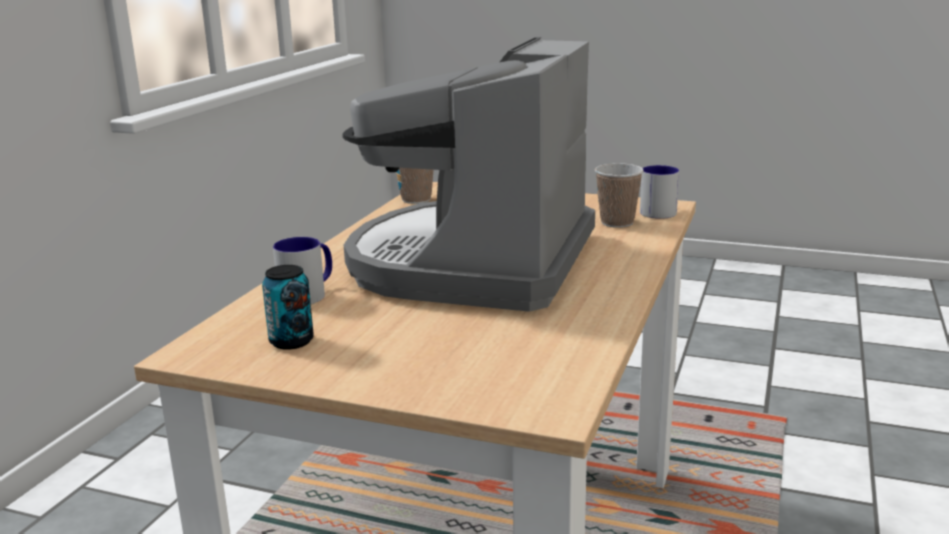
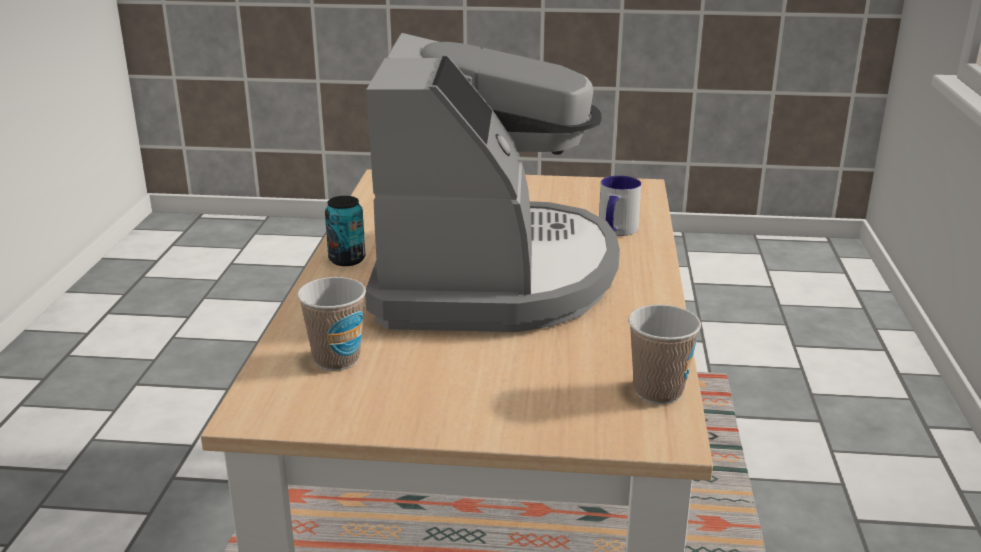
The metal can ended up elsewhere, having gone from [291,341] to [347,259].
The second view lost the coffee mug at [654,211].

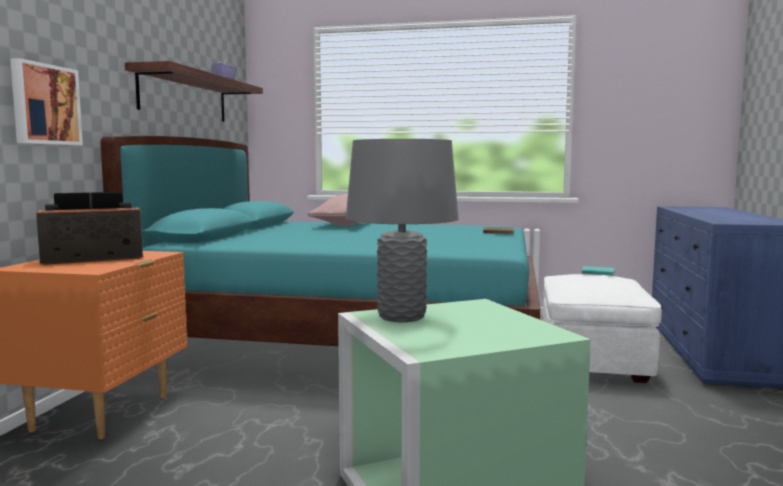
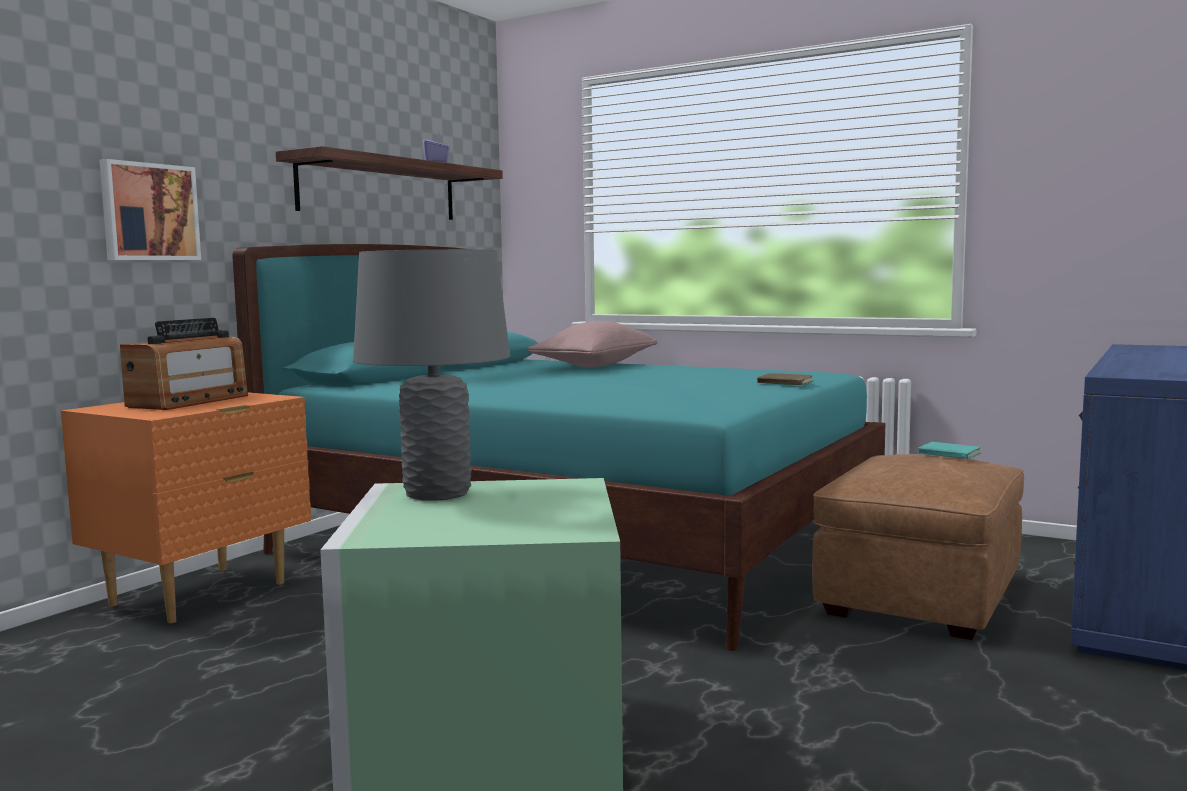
The radio at [93,258] ended up facing another way, 120 degrees clockwise from before.
What was the footrest/whitish at [592,360] turned into the footrest/brownish at [919,597].

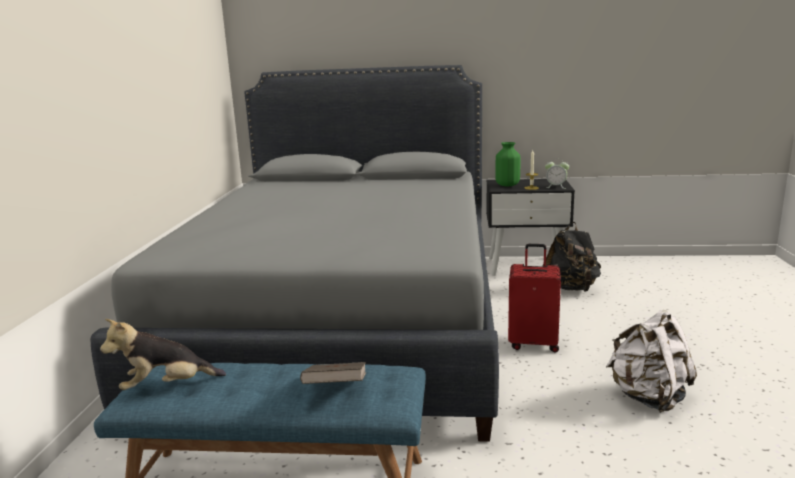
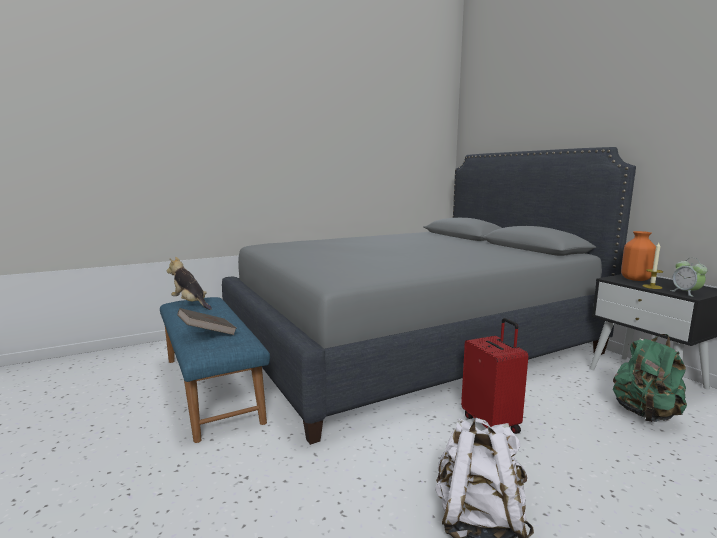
What was the vase/green at [507,185] turned into the vase/orange-coloured at [636,279].
What was the rucksack/blackish at [570,289] turned into the rucksack/green at [645,414].

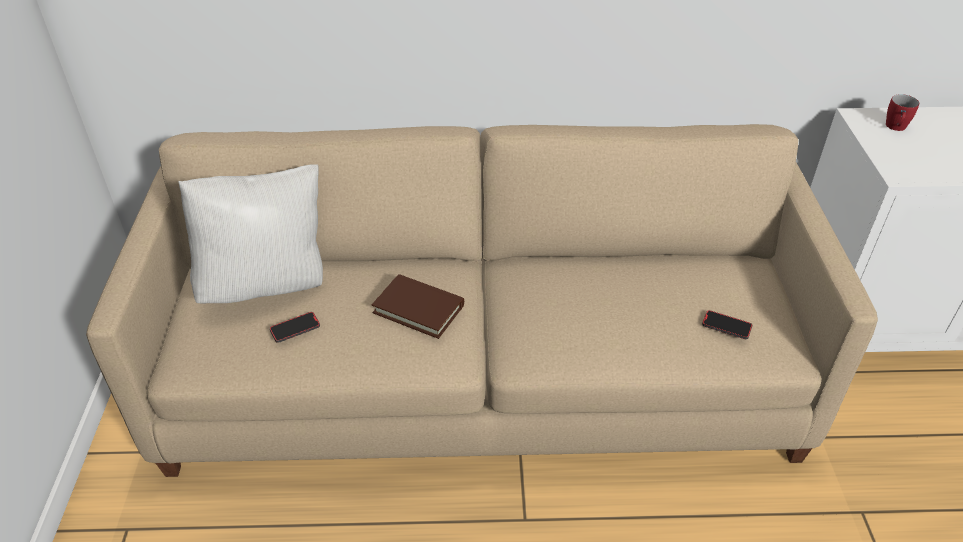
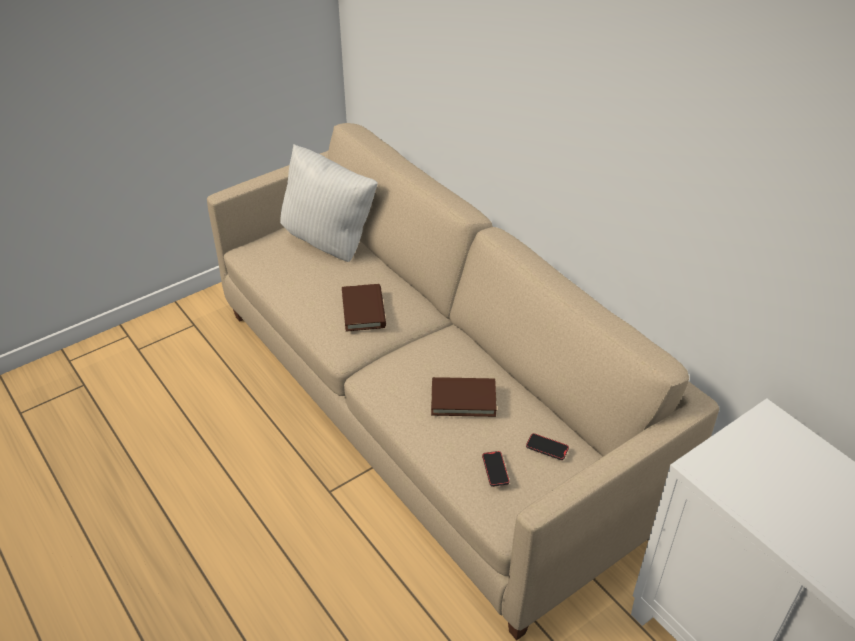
The handset ended up elsewhere, having gone from [295,328] to [547,448].
The second view lost the coffee mug/reddish at [895,128].
The second view gained the volume/brownish at [463,399].

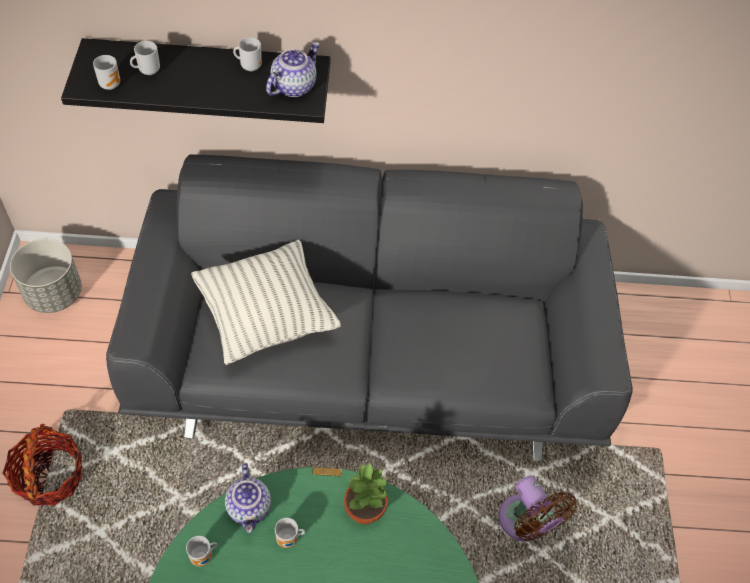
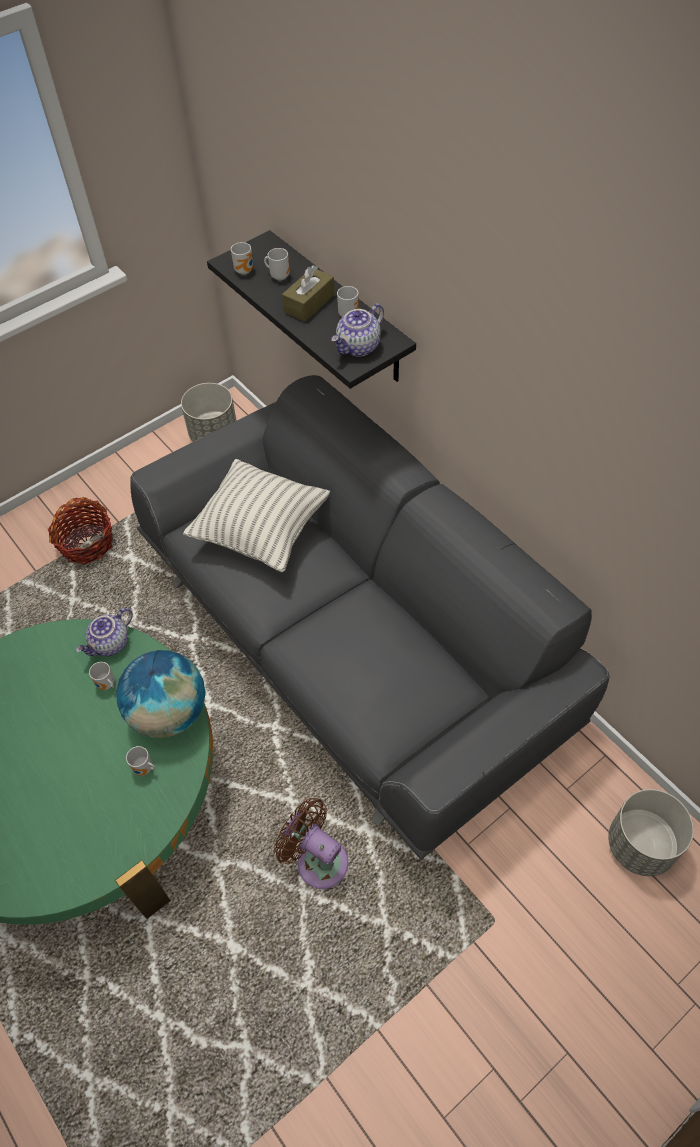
The coffee mug ended up elsewhere, having gone from [203,557] to [144,769].
The teapot at [293,86] ended up facing another way, 135 degrees clockwise from before.
Where the plant in a pot stood at [364,510], the world globe came to stand at [169,713].
The electric fan/brownish at [525,524] ended up facing another way, 105 degrees clockwise from before.
The second view gained the box of tissues/brownish at [309,303].
The second view gained the flower pot/gray at [640,845].

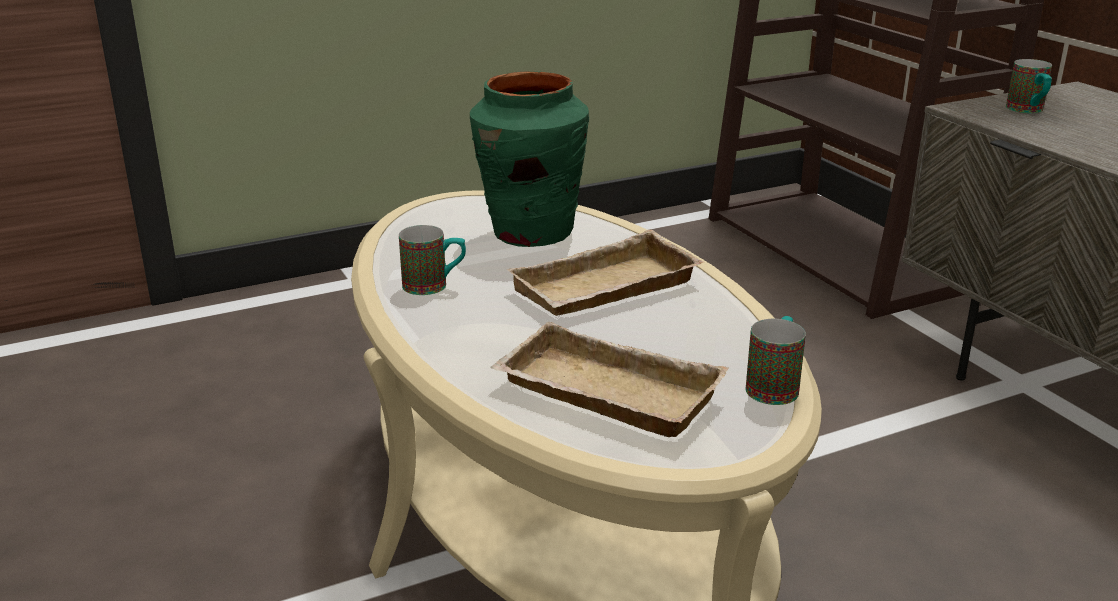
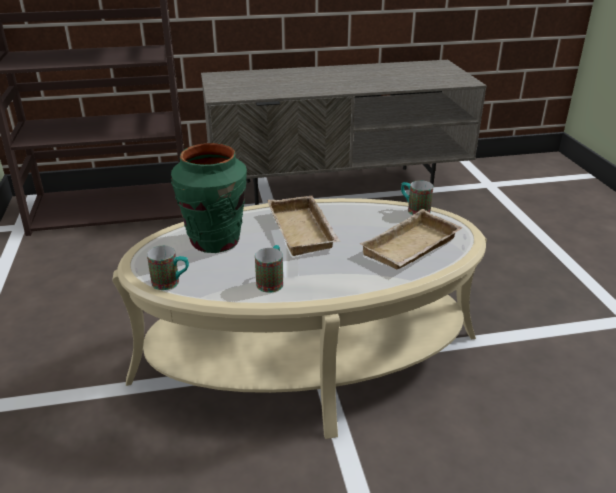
The coffee mug ended up elsewhere, having gone from [1028,111] to [171,283].

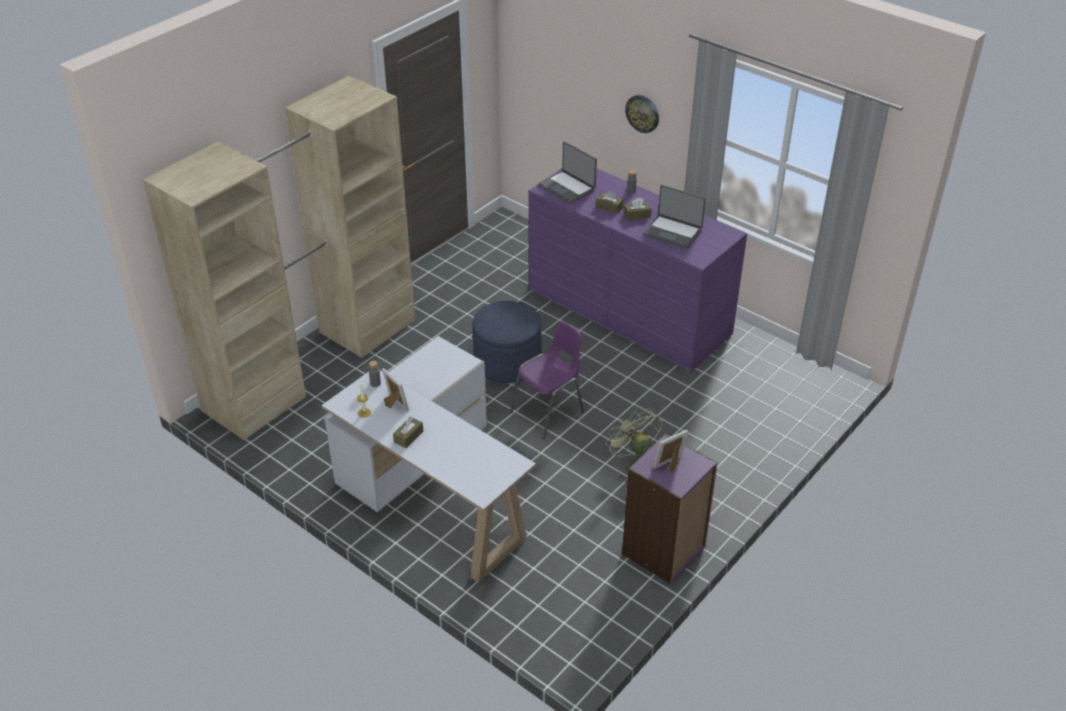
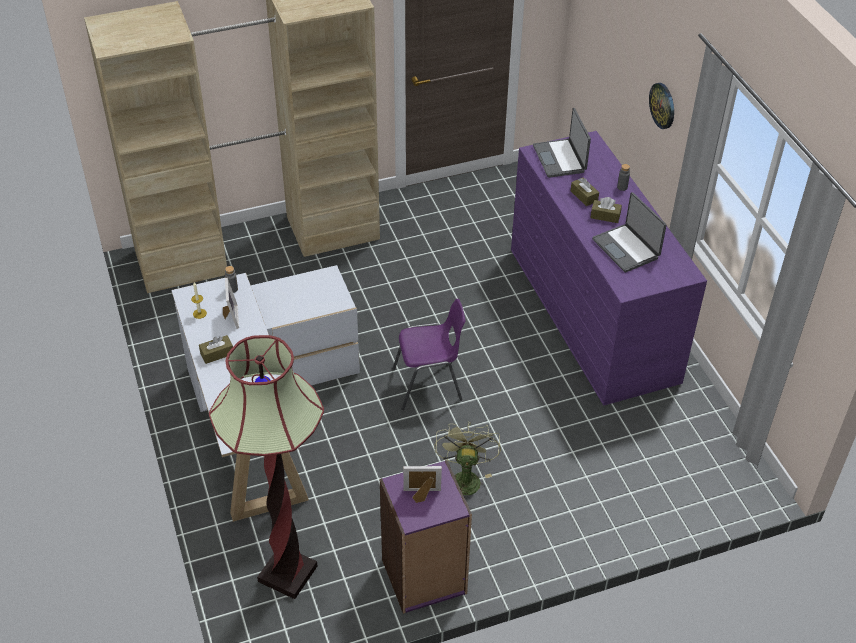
The second view lost the footrest/blue at [507,362].
The second view gained the standard lamp at [287,573].

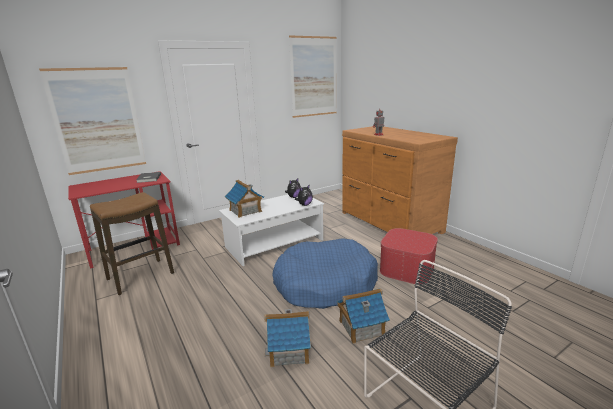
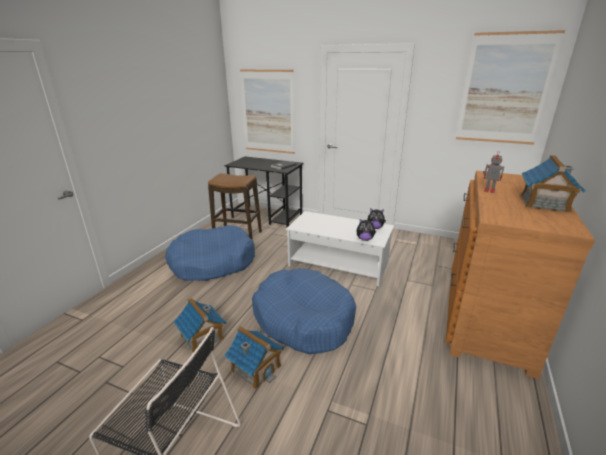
What was the desk table/reddish at [135,247] turned into the desk table/blackish at [267,216].
The toy house ended up elsewhere, having gone from [245,211] to [544,203].
The second view lost the footrest at [406,268].
The second view gained the dog bed/blue at [212,262].

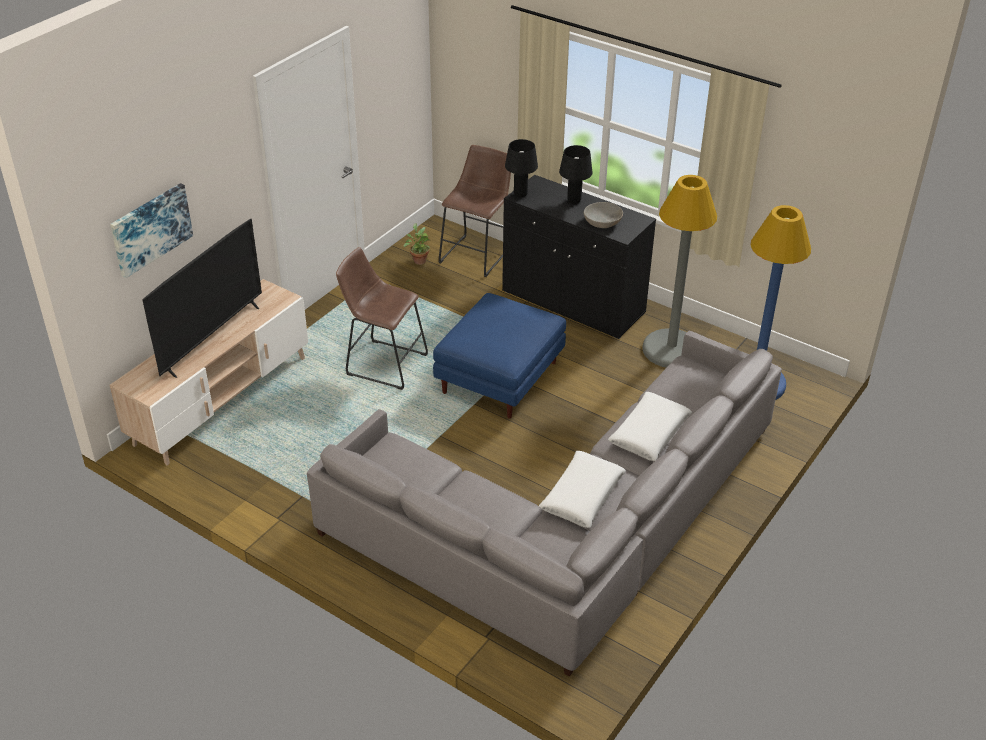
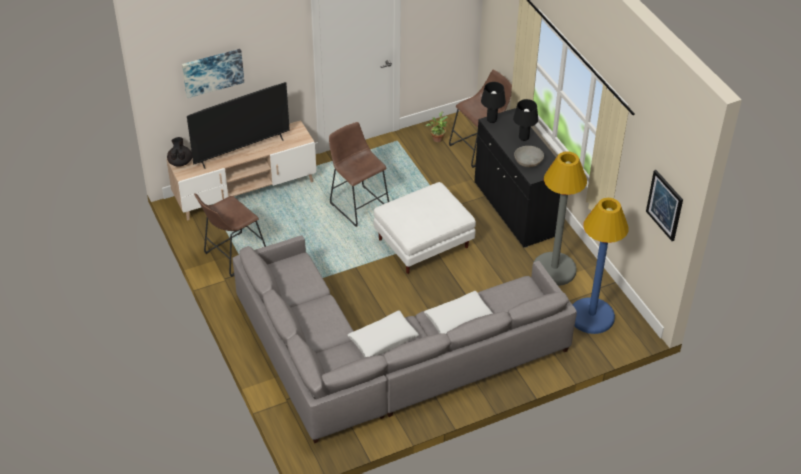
What was the footrest/blue at [500,376] turned into the footrest/whitish at [424,242].
The second view gained the teapot/blackish at [180,162].
The second view gained the sitting stool/brownish at [232,255].
The second view gained the wall picture at [665,205].

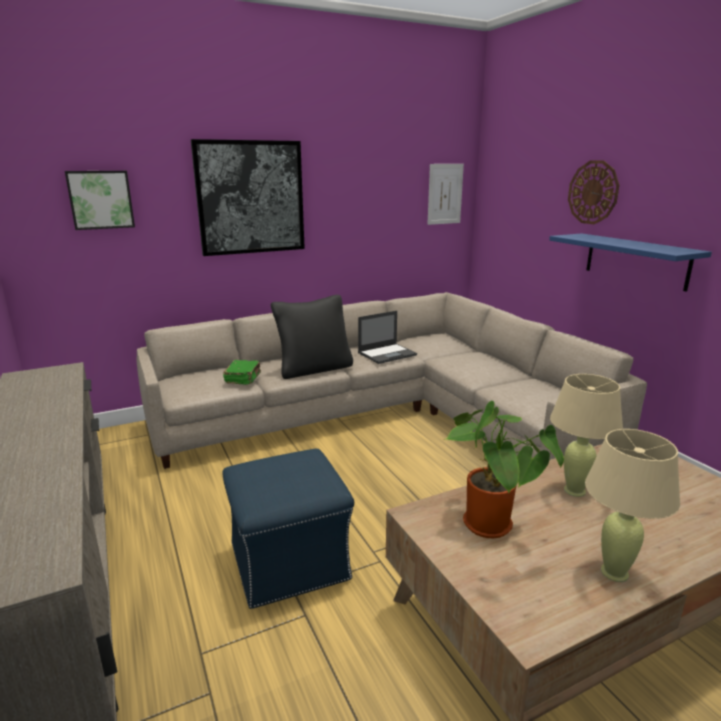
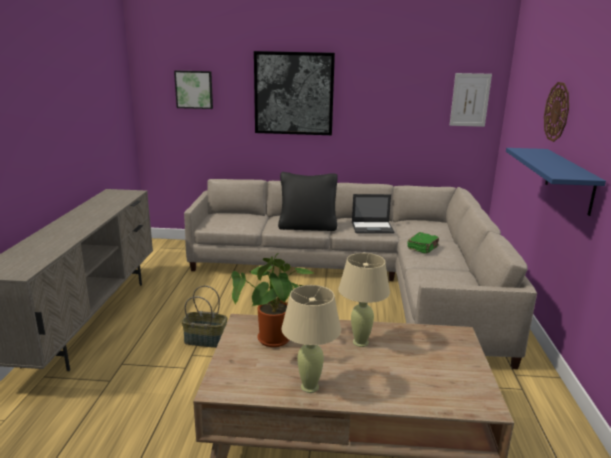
Where the footrest/blue stood at [290,561], the household basket came to stand at [206,340].
The volume/green ended up elsewhere, having gone from [243,379] to [423,248].

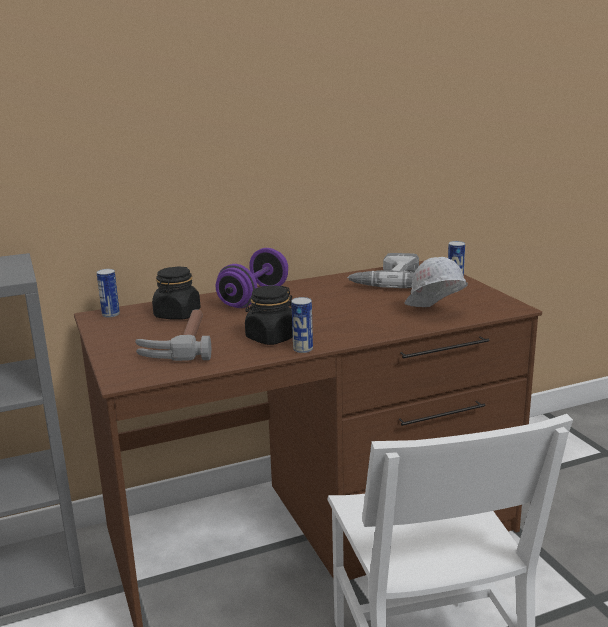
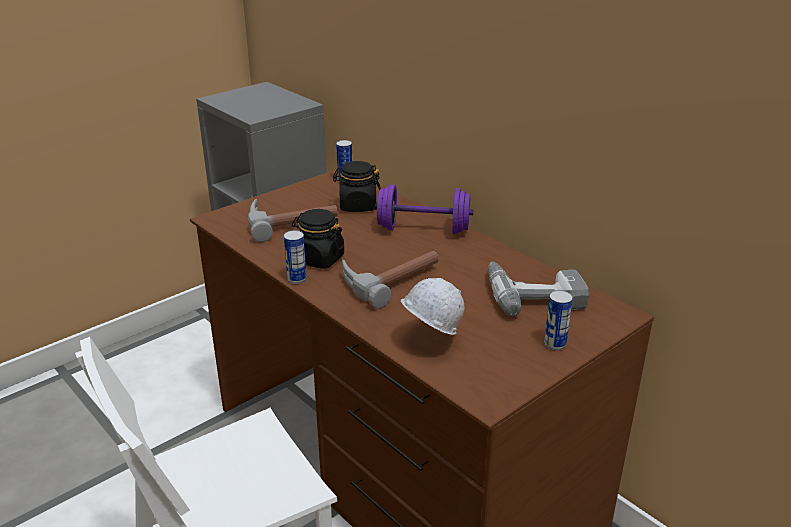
The second view gained the tool hammer at [389,278].

